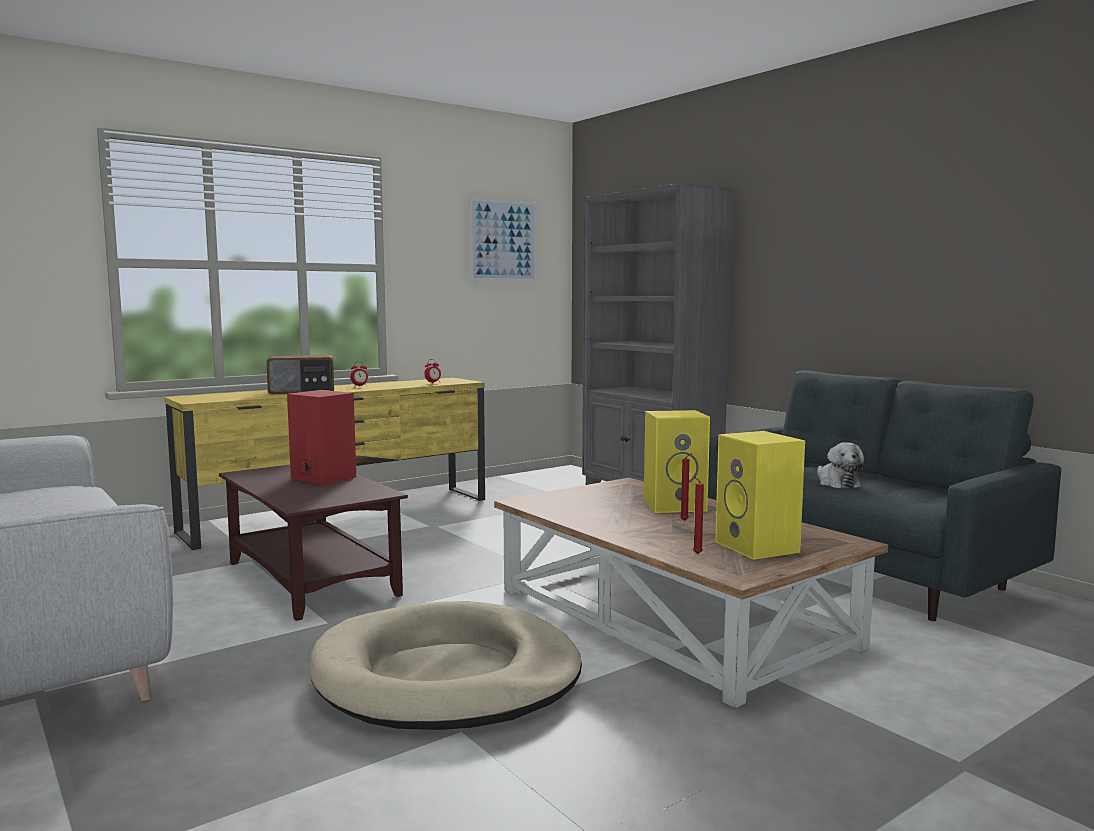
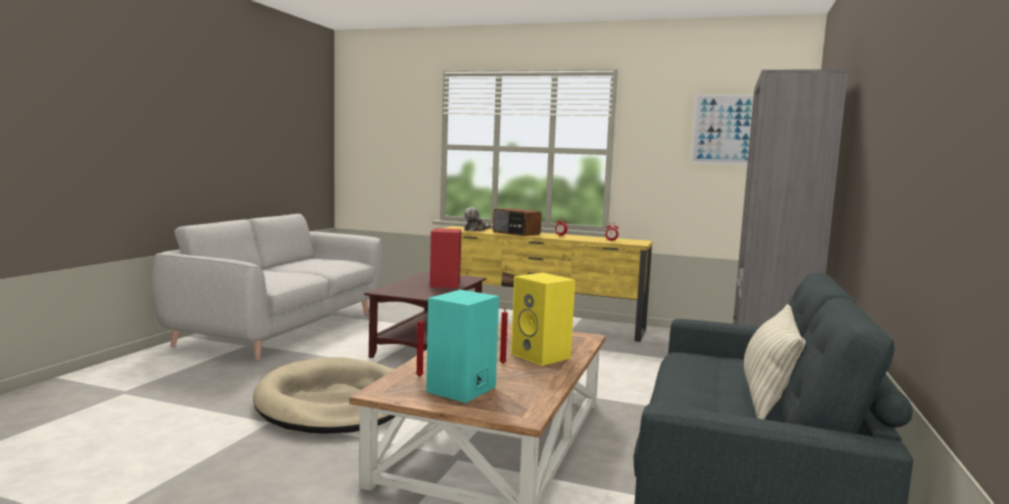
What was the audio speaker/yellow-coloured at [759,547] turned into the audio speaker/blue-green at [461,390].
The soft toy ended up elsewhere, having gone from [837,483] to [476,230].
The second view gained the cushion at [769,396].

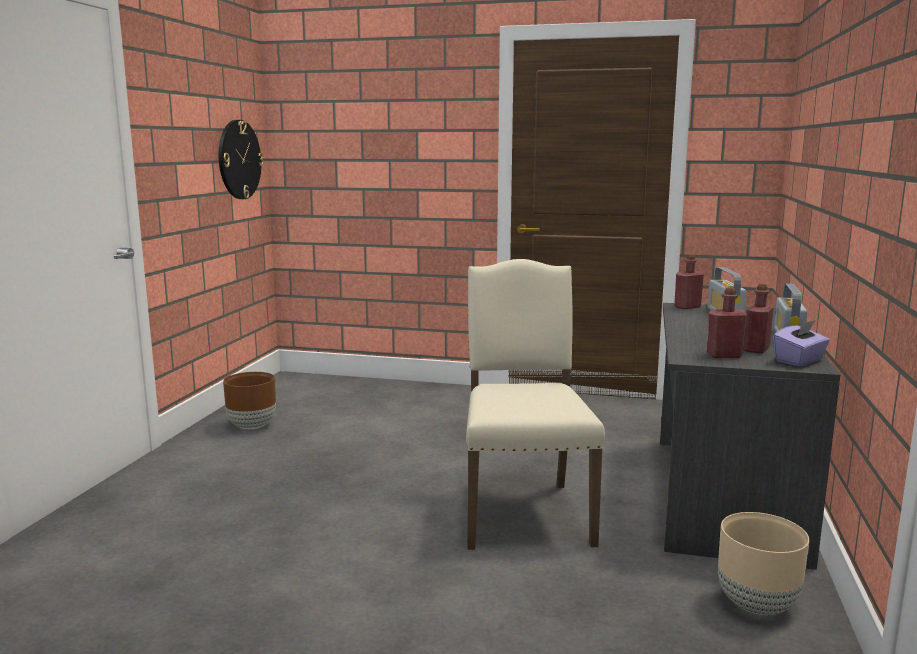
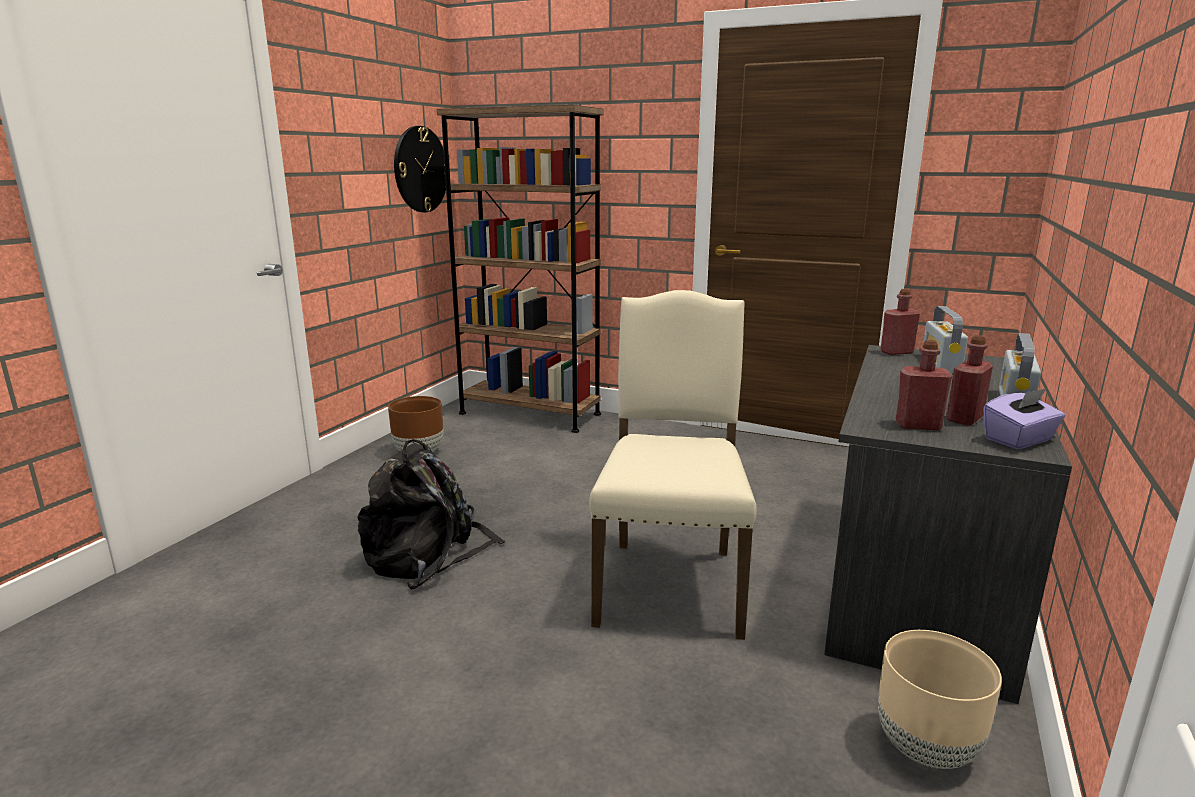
The second view gained the rucksack/blackish at [428,554].
The second view gained the shelving unit/brownish at [529,413].

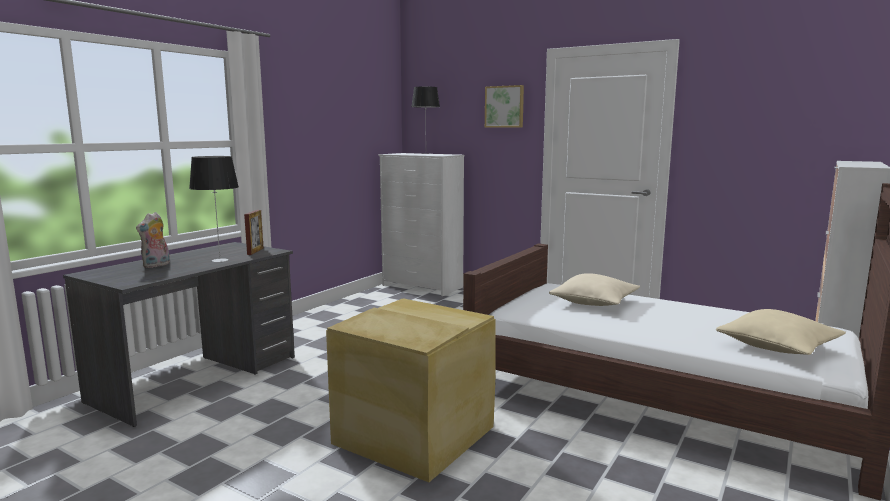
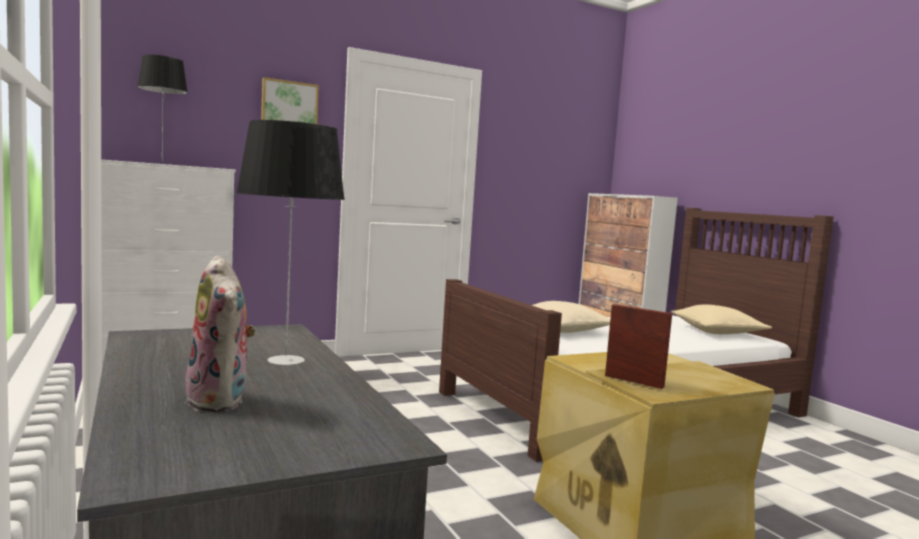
The picture frame ended up elsewhere, having gone from [255,251] to [634,381].

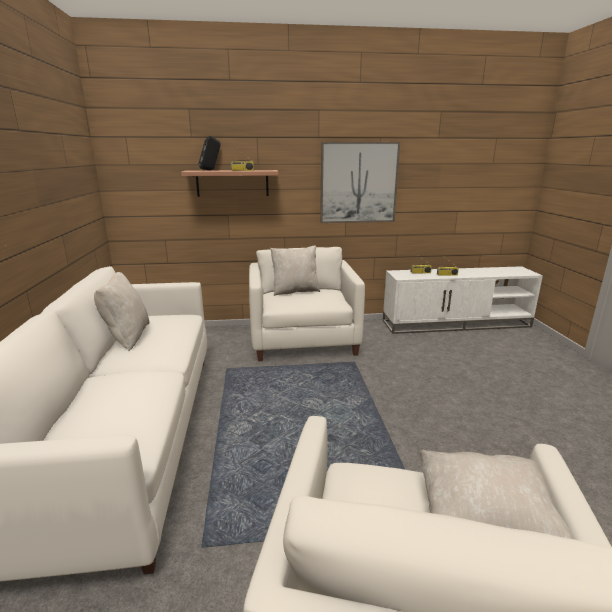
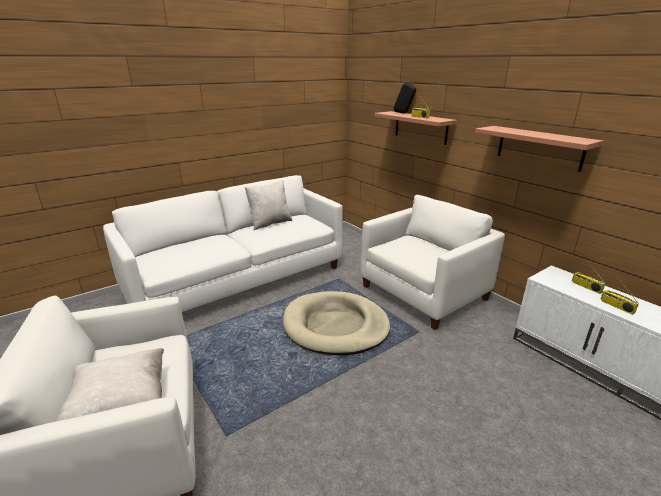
The second view lost the cushion/sand-coloured at [295,291].
Where the wall picture hung at [358,183], the bracket shelf came to hang at [539,147].
The second view gained the dog bed/sand-coloured at [335,326].

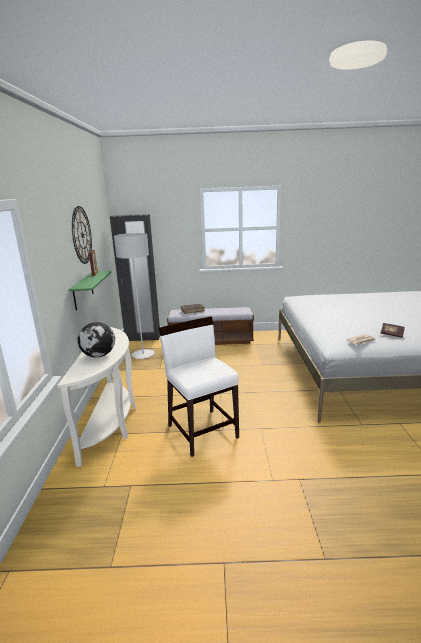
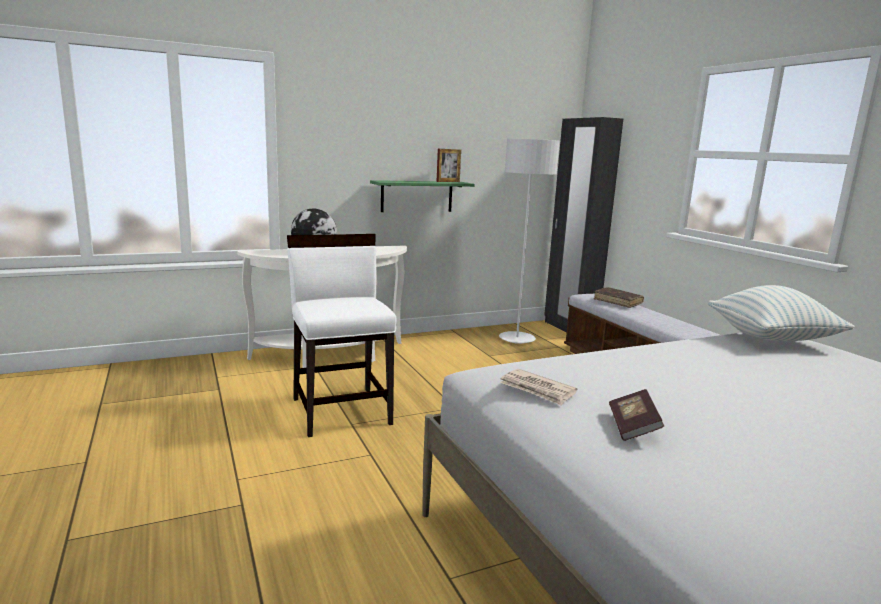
The second view lost the hanging clock at [82,235].
The plain chair/whitish at [202,431] ended up facing another way, 60 degrees counterclockwise from before.
The second view gained the cushion at [771,339].

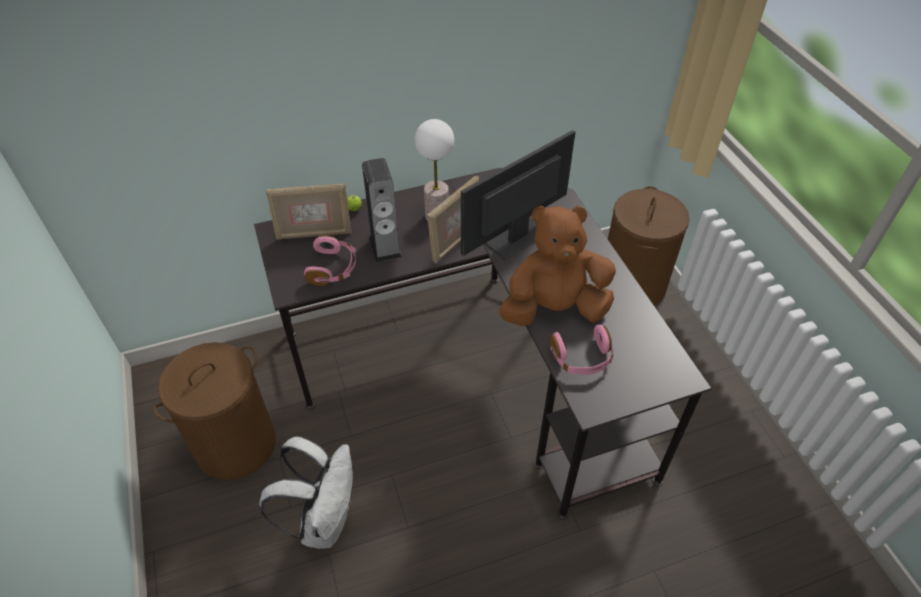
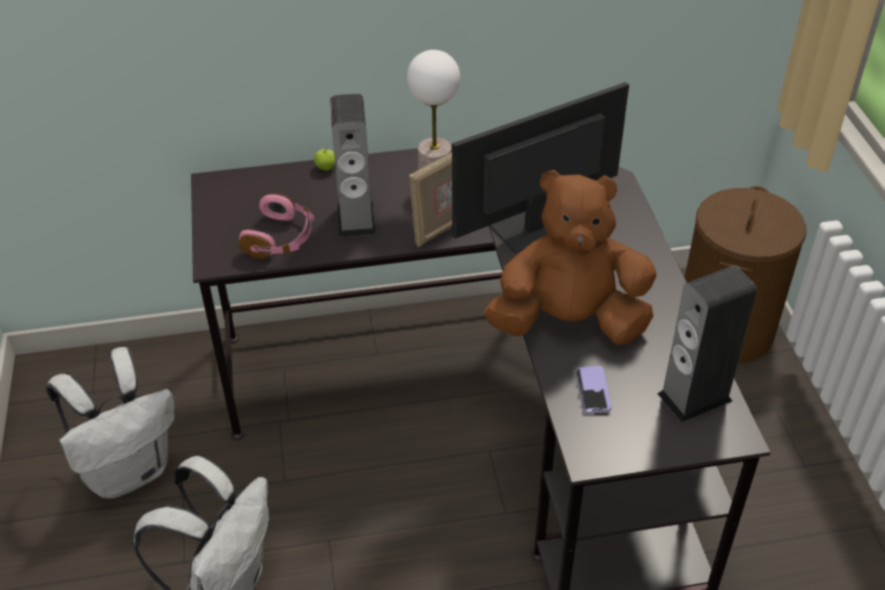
Where the washing basket/brownish stood at [236,444], the rucksack/whitish came to stand at [130,470].
The second view lost the picture frame at [314,234].
Where the pair of headphones/pink-coloured stood at [582,358], the handset came to stand at [592,391].
The second view gained the audio speaker at [694,397].

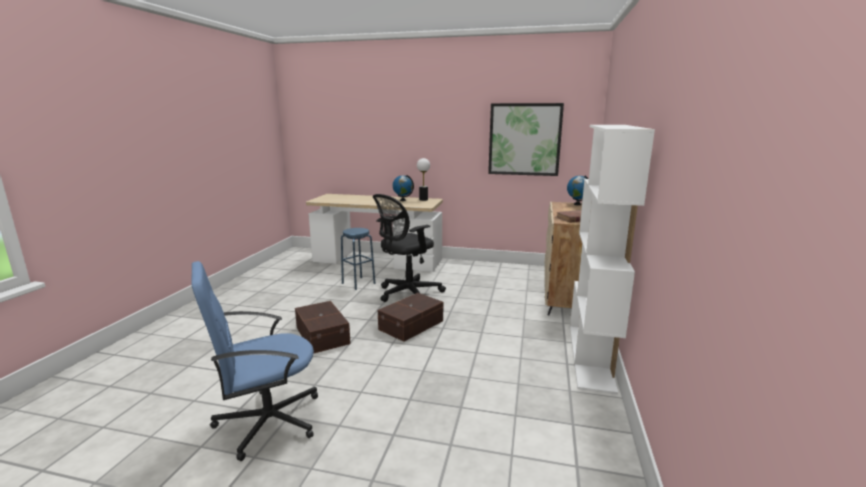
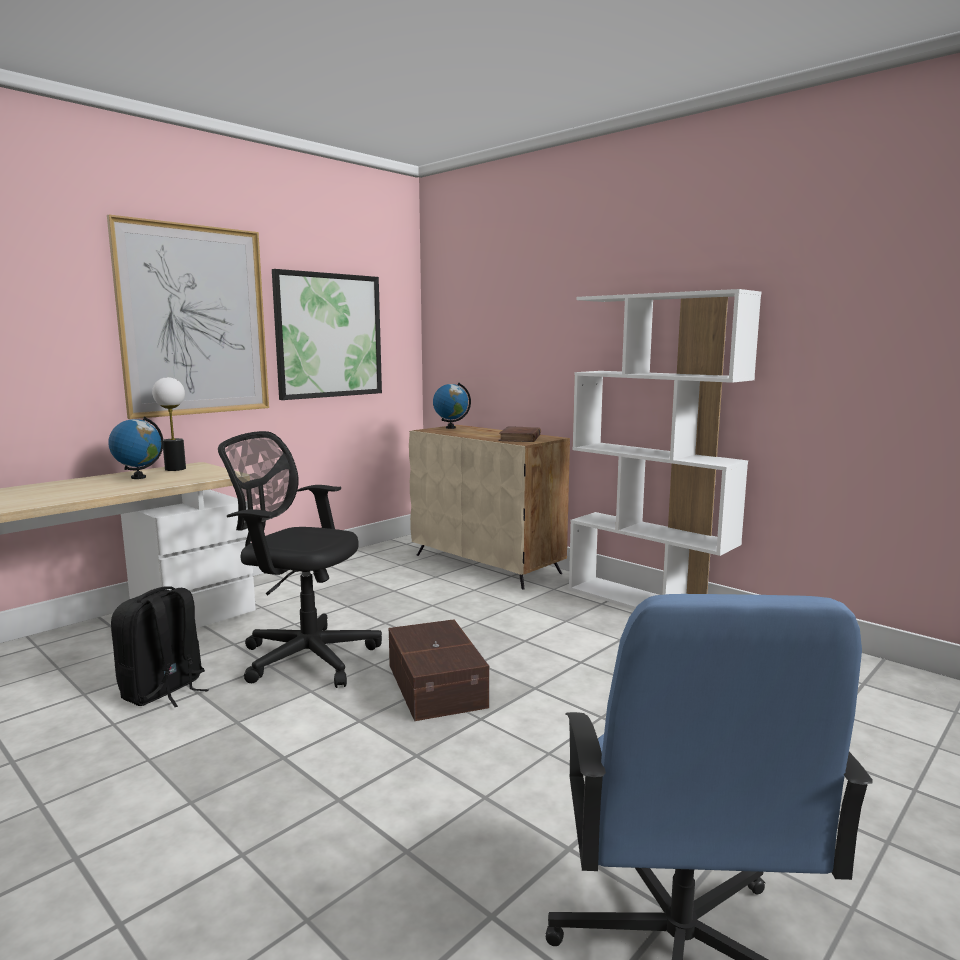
The second view lost the storage bin/brownish at [323,335].
Where the sitting stool/blue stood at [358,283], the rucksack/blackish came to stand at [163,691].
The computer chair/blackish at [407,293] ended up facing another way, 120 degrees clockwise from before.
The second view gained the wall picture at [194,321].

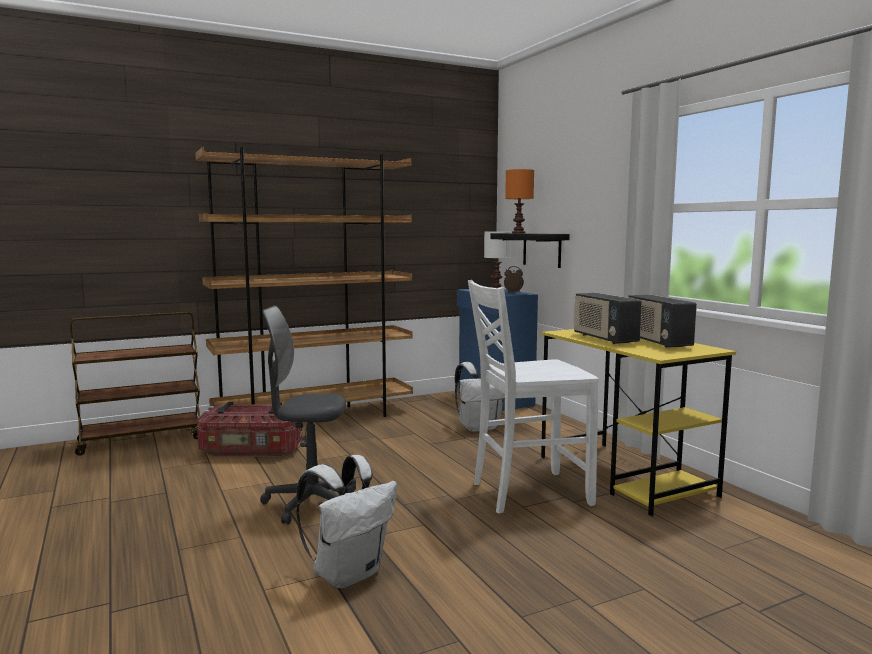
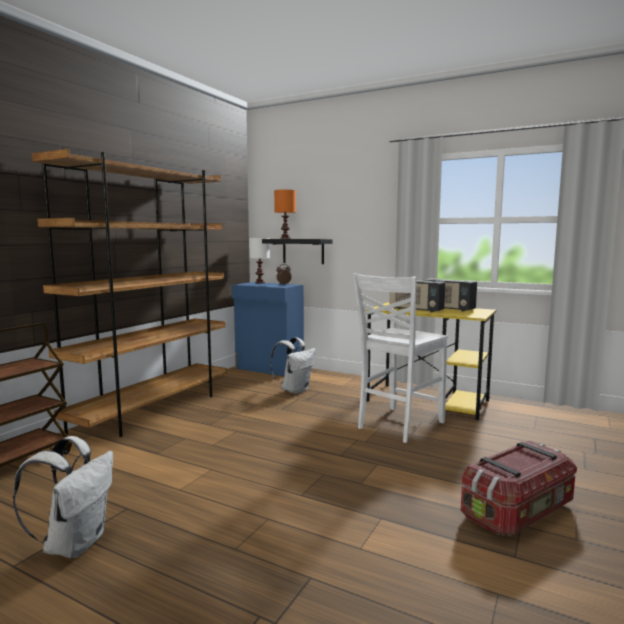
The storage bin ended up elsewhere, having gone from [251,451] to [519,511].
The second view lost the computer chair/gray at [310,504].
The rucksack/whitish ended up elsewhere, having gone from [348,573] to [75,543].

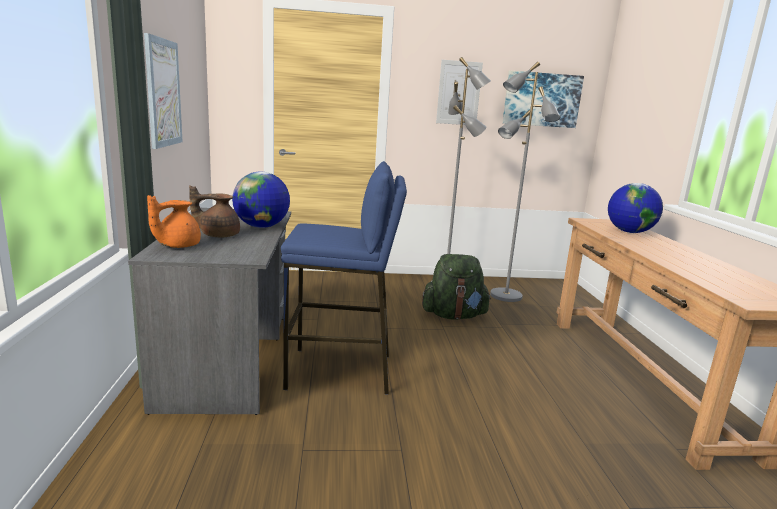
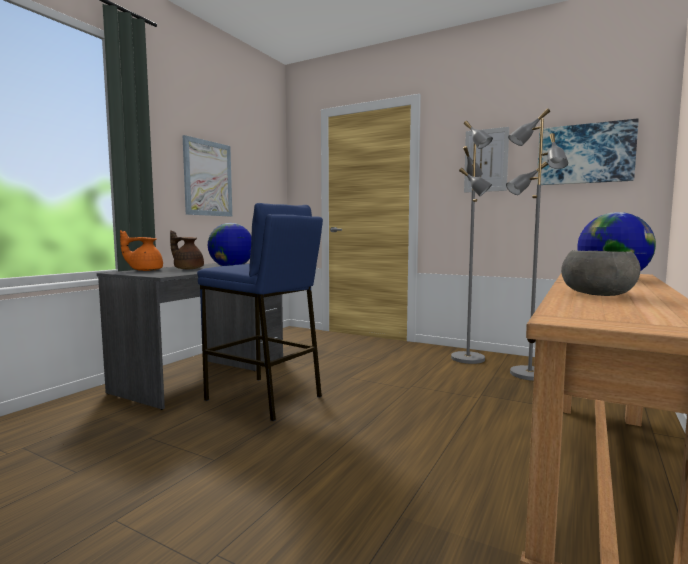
The second view lost the rucksack/green at [454,316].
The second view gained the deep dish/gray at [598,294].

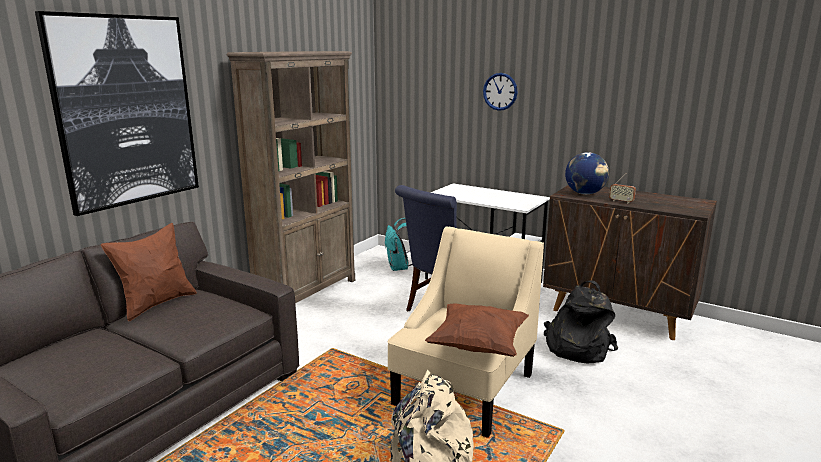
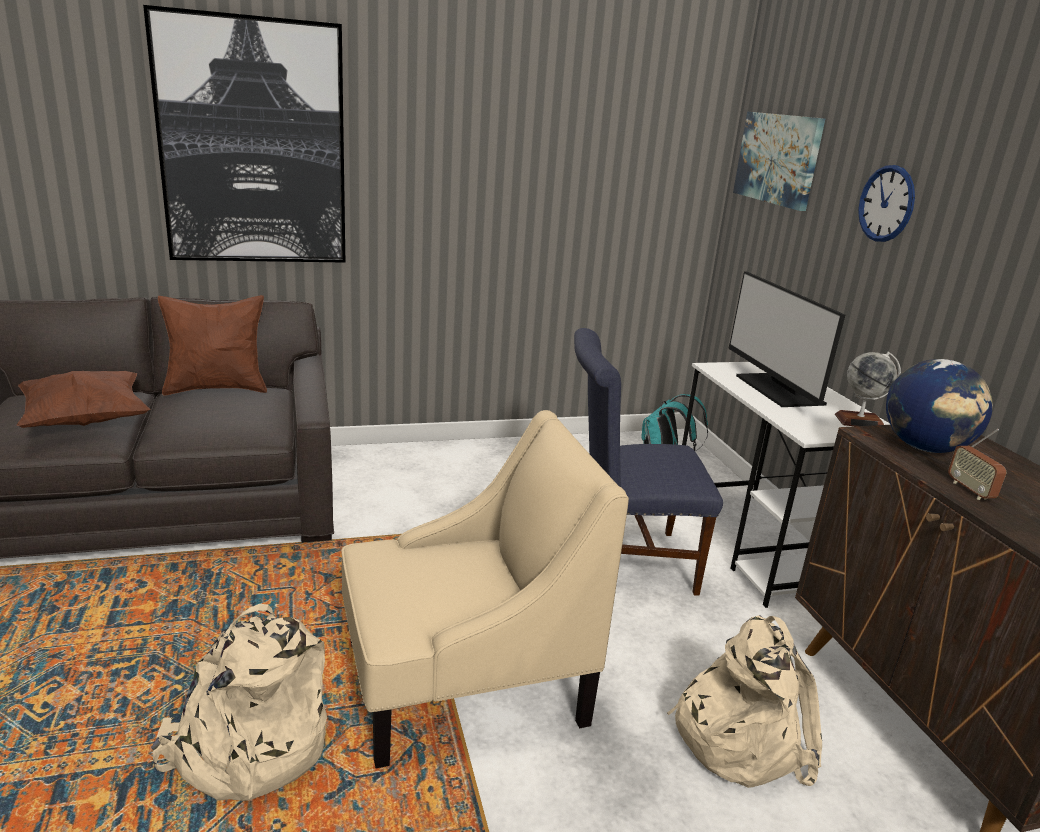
The second view lost the shelving unit/brownish at [307,293].
The cushion/brownish ended up elsewhere, having gone from [478,346] to [86,421].
What was the rucksack/blackish at [576,348] turned into the rucksack/sand-coloured at [739,734].
The second view gained the computer display at [777,390].
The second view gained the wall picture at [778,159].
The second view gained the world globe at [859,421].

